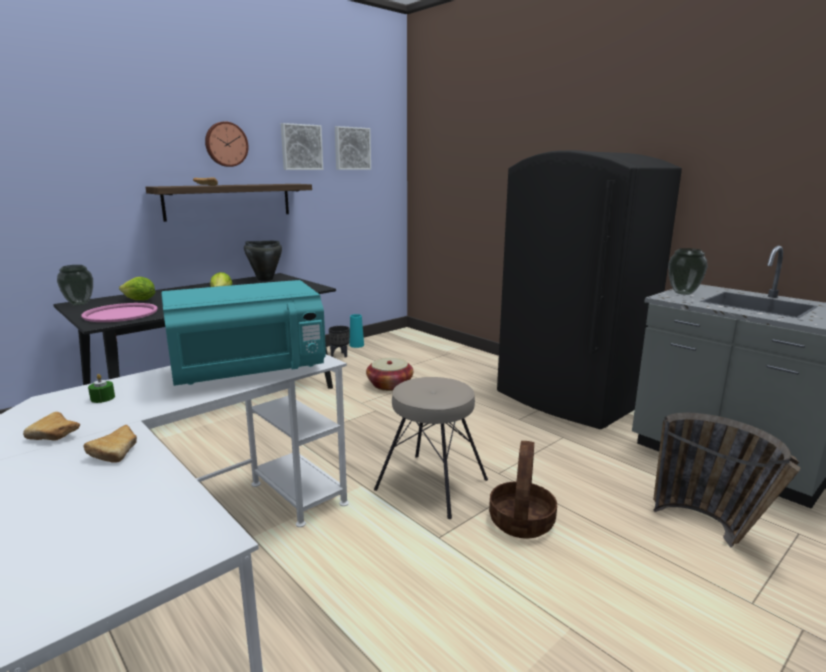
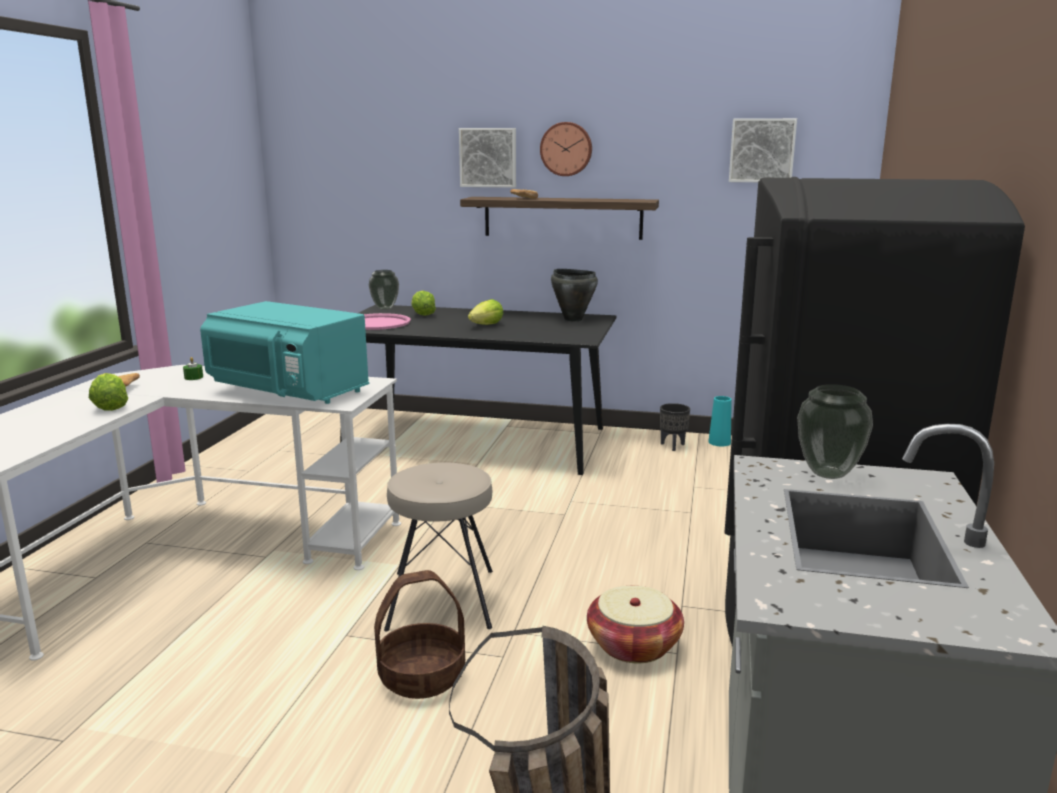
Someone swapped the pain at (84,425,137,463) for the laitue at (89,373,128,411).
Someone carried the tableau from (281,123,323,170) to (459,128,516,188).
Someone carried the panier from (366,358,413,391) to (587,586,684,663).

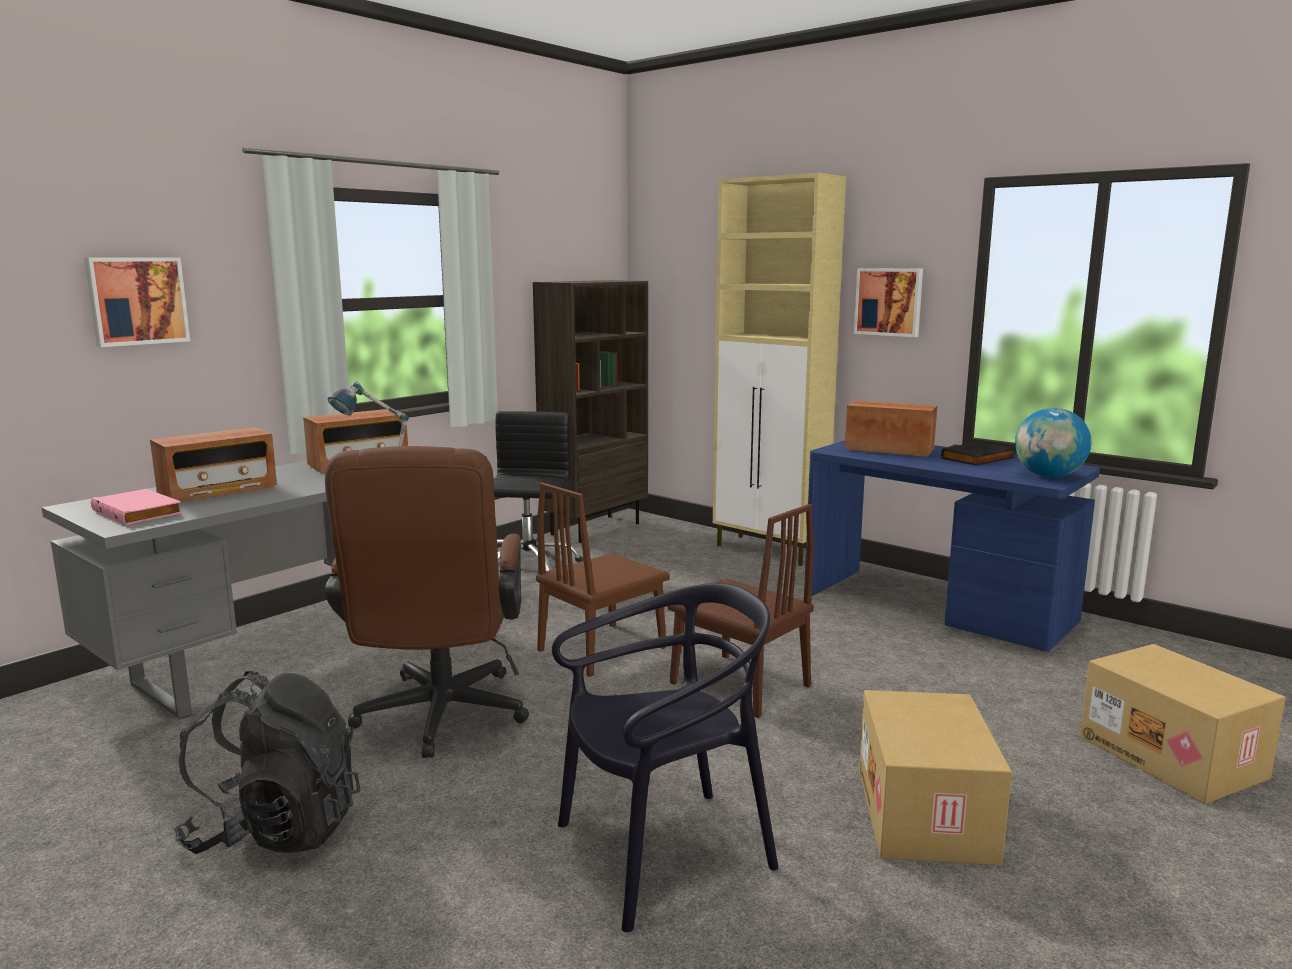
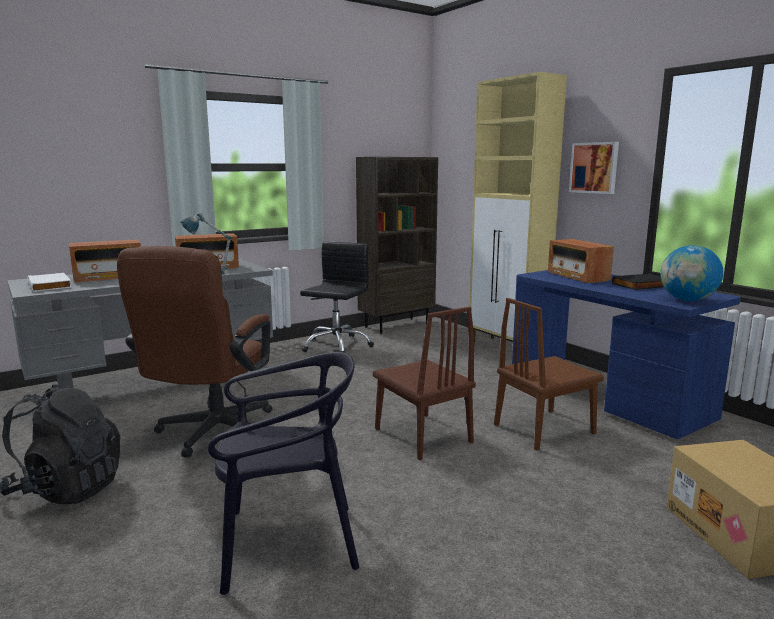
Someone took away the tableau at (84,258,190,347).
Someone repainted the livre/rose at (91,489,182,525), which became the livre/blanc at (27,273,72,292).
Someone carried the chaise/marron from (536,482,670,677) to (494,298,604,451).
Someone rotated the radio at (845,400,937,457) by 150 degrees counterclockwise.
Someone took away the carton at (859,690,1012,865).

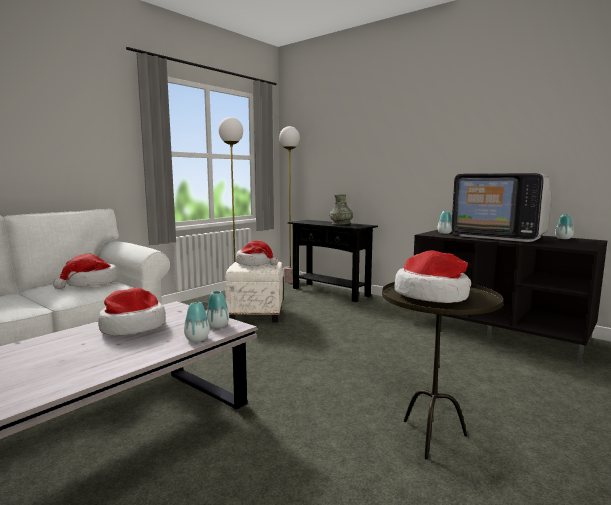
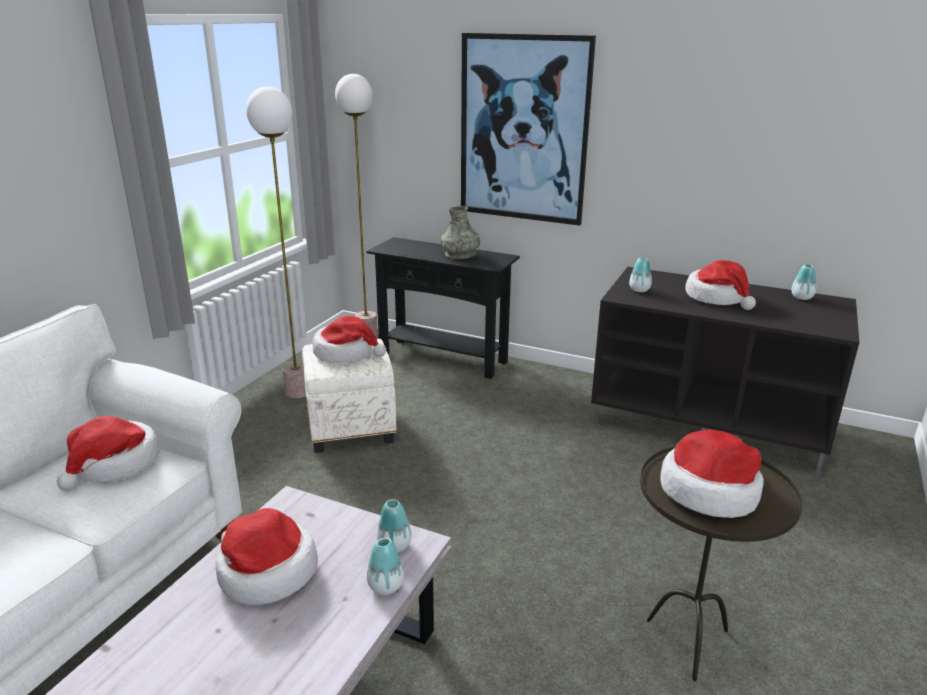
Someone swapped the téléviseur at (451,173,551,242) for the chapeau at (685,260,756,310).
Someone put up the tableau at (461,33,596,226).

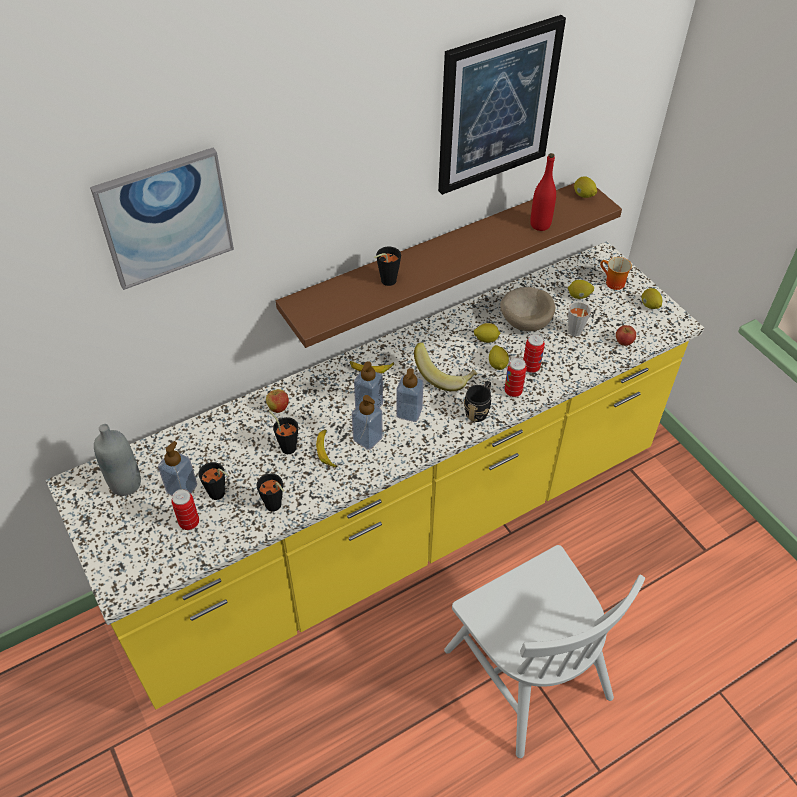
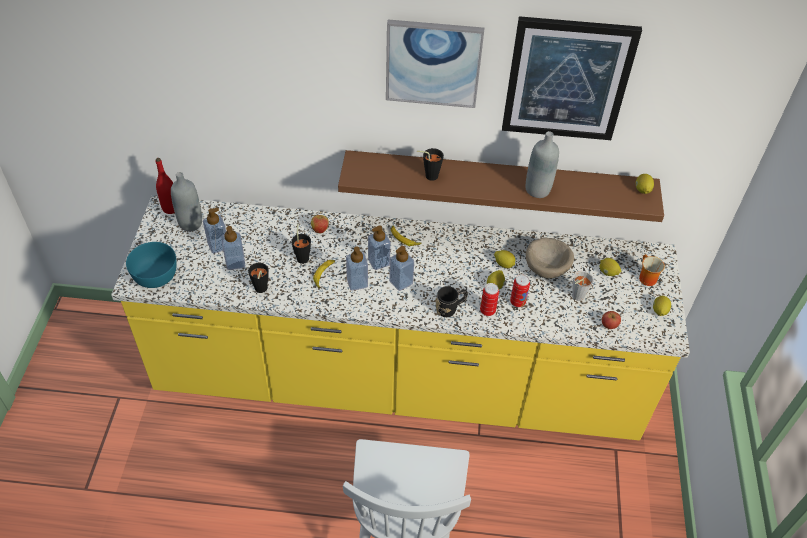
Someone carried the tableau from (90,148,234,290) to (386,19,484,108).
Someone took away the boîte métallique at (171,489,199,530).
Someone swapped the tasse/noir at (198,462,229,500) for the distributeur de savon at (221,226,245,270).
Someone took away the banane at (414,342,477,391).
Someone carried the bouteille/rouge from (530,153,556,231) to (156,158,175,214).
Someone put down the bol/turquoise at (126,242,176,288).
Someone put down the bouteille/gris at (526,131,559,198).

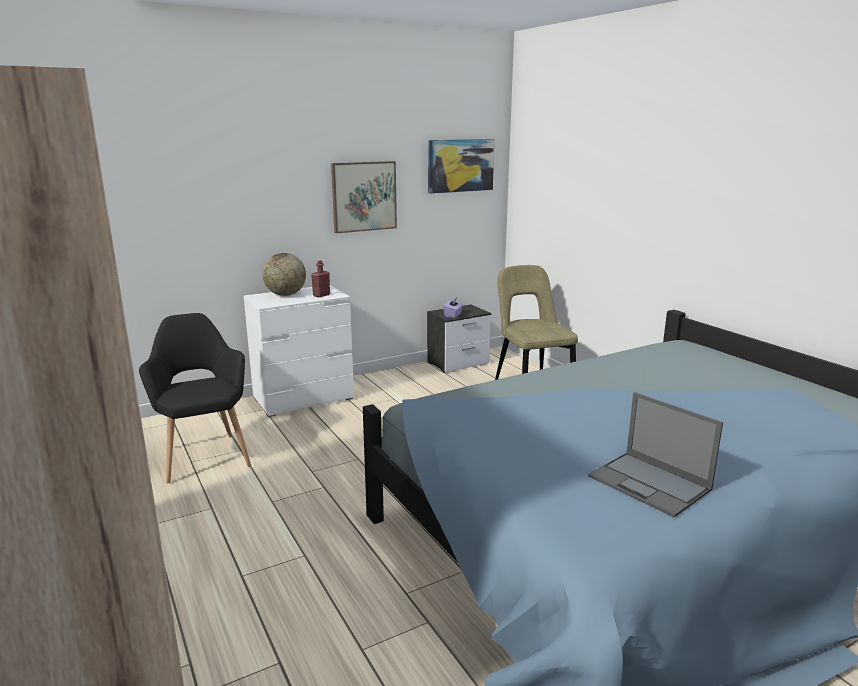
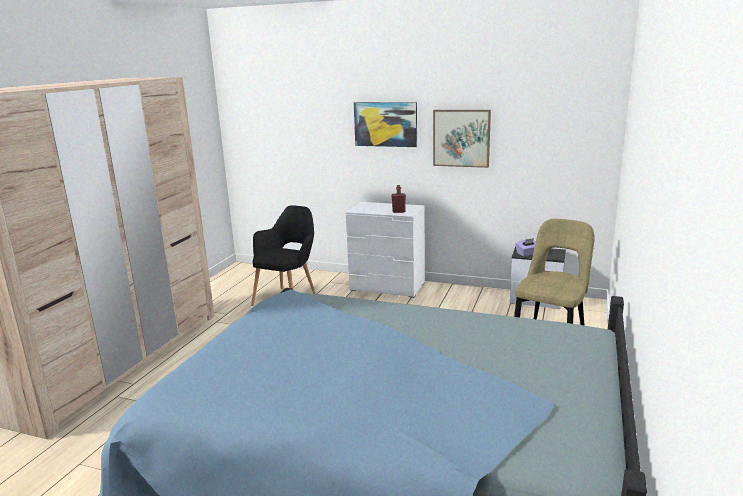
Someone took away the globe at (262,253,306,296).
Someone carried the tableau from (428,139,494,194) to (354,102,417,147).
Someone took away the ordinateur portable at (588,392,723,518).

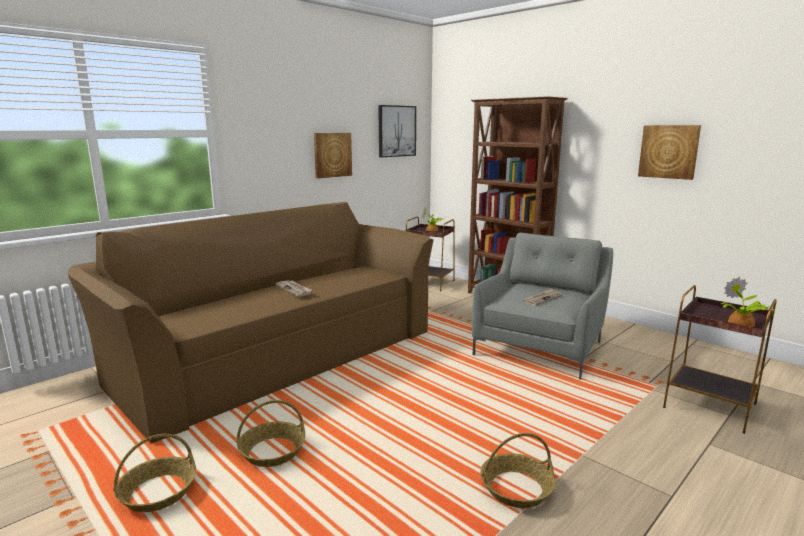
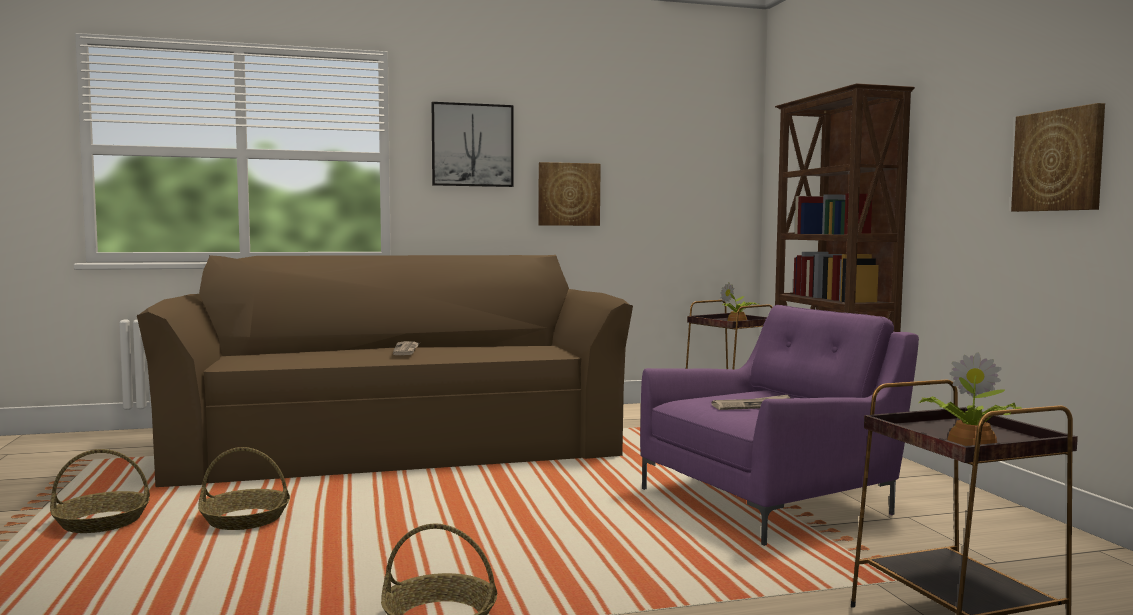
Someone carried the tableau from (378,105,416,157) to (432,102,513,187).
Someone repainted the fauteuil/gris at (472,233,613,380), which became the fauteuil/violet at (640,305,919,546).

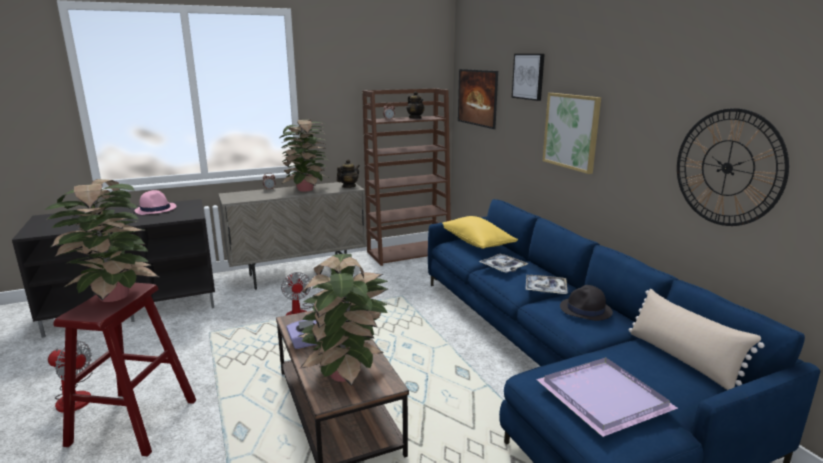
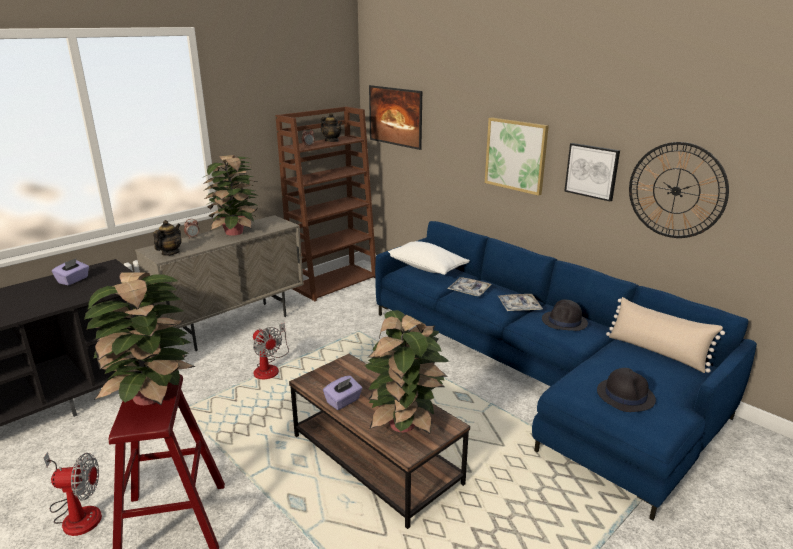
Someone swapped the chapeau/rose at (134,190,176,215) for the boîte à mouchoirs/violet at (52,259,89,285).
Someone carried the théière from (337,159,360,188) to (153,220,182,256).
Someone repainted the coussin/jaune at (443,216,518,249), which became the coussin/blanc at (388,241,470,275).
Someone carried the tableau from (512,54,545,101) to (564,143,620,202).
Someone swapped the plateau/violet at (536,357,678,437) for the chapeau/noir at (597,368,656,412).

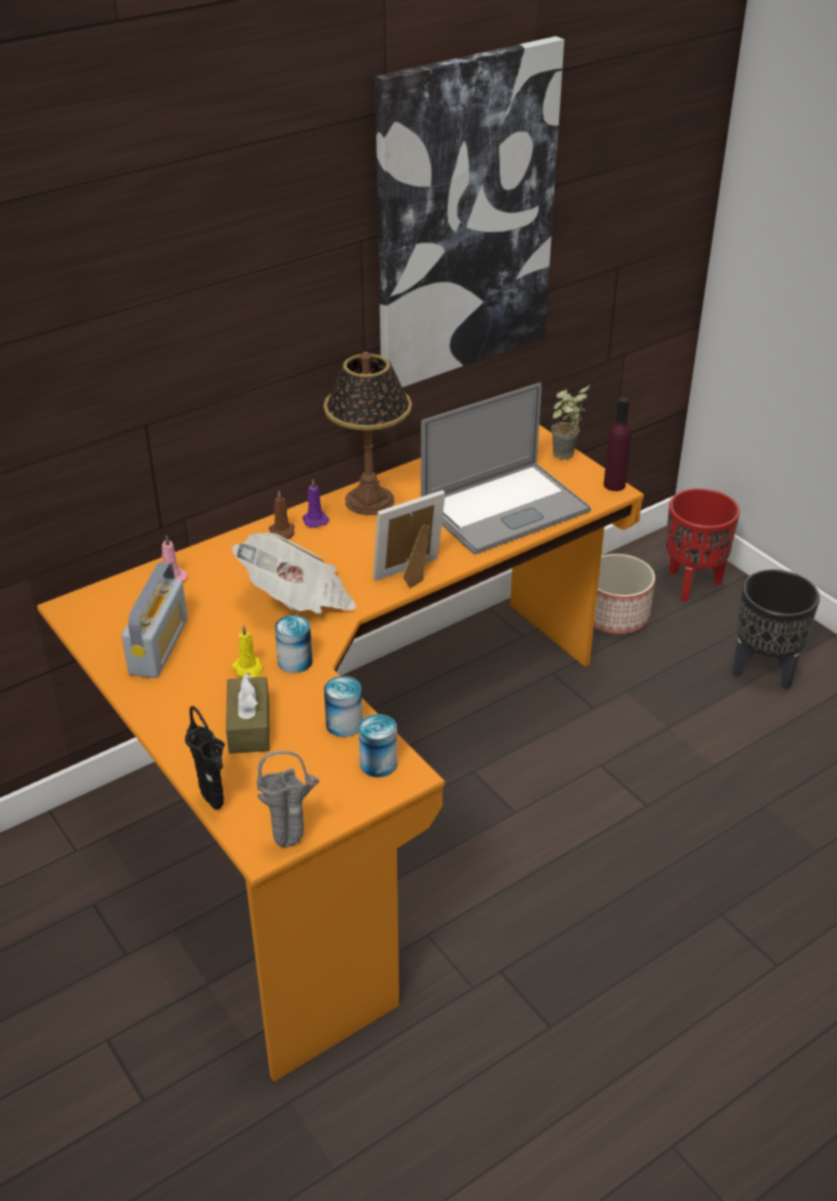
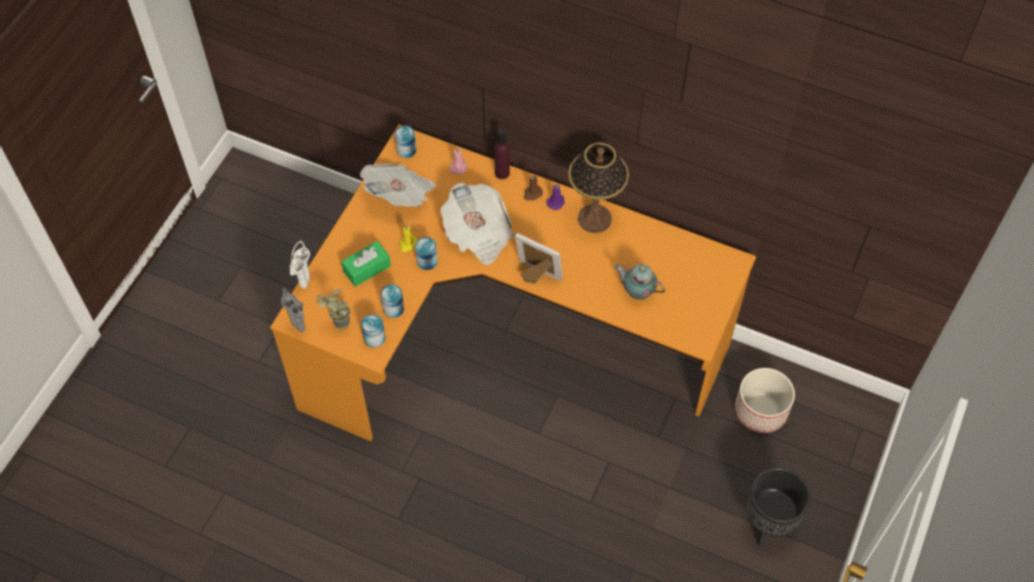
Someone swapped the radio at (122,562,188,678) for the journal at (360,164,436,207).
Someone repainted the vase/noir at (185,706,225,809), which became the vase/blanc at (290,241,310,289).
Someone repainted the boîte à mouchoirs/marron at (226,673,270,754), which became the boîte à mouchoirs/vert at (341,241,391,287).
Someone took away the tableau at (375,36,564,387).
Someone swapped the ordinateur portable at (421,383,591,555) for the théière at (614,264,666,300).
Someone carried the plante en pot from (551,385,590,460) to (315,289,350,329).
Someone carried the bouteille/violet from (604,397,631,491) to (494,129,510,179).
Someone took away the cache-pot/rouge at (666,488,740,602).
Someone put down the boîte métallique at (395,126,416,158).

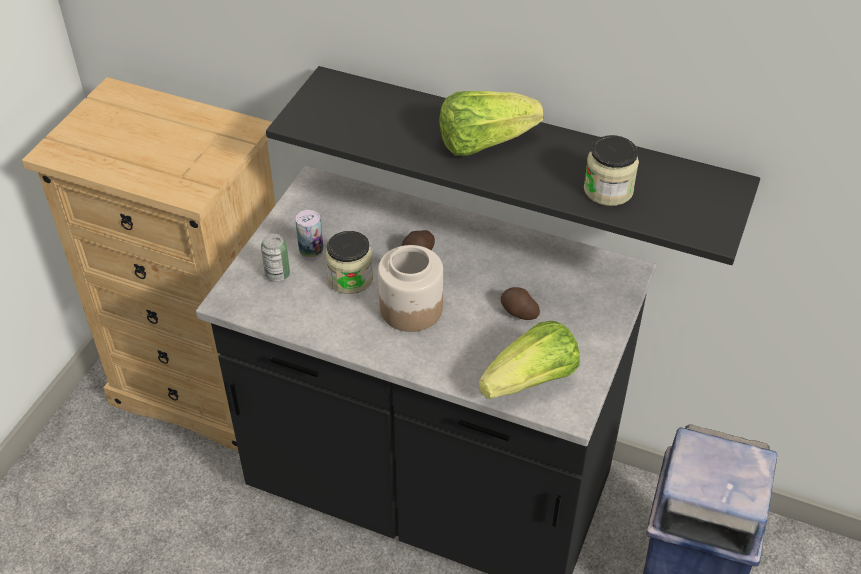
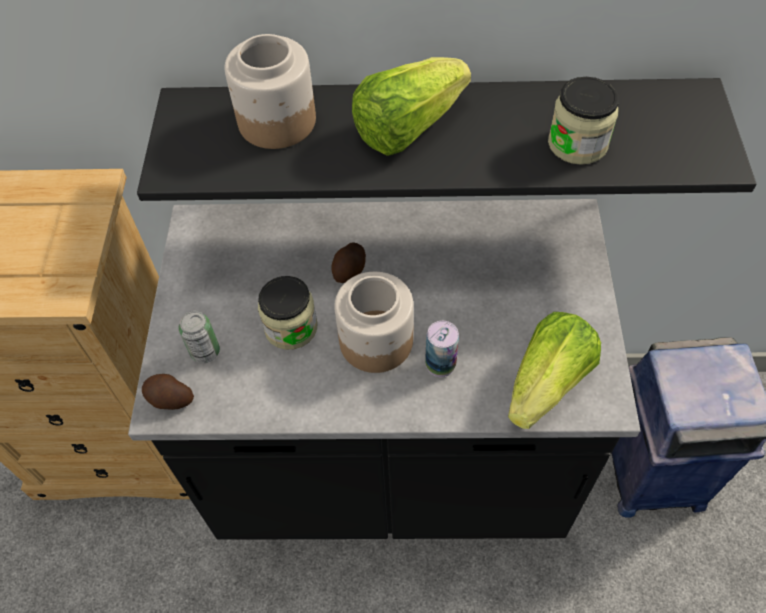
Someone carried the boîte métallique from (296,210,324,261) to (425,321,459,377).
Someone carried the pomme de terre from (501,287,540,320) to (142,374,194,410).
Someone put down the bocal at (224,34,316,149).

